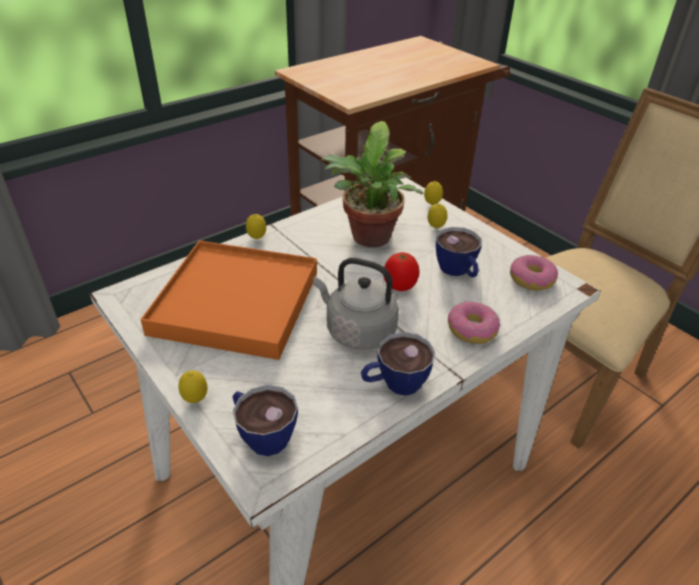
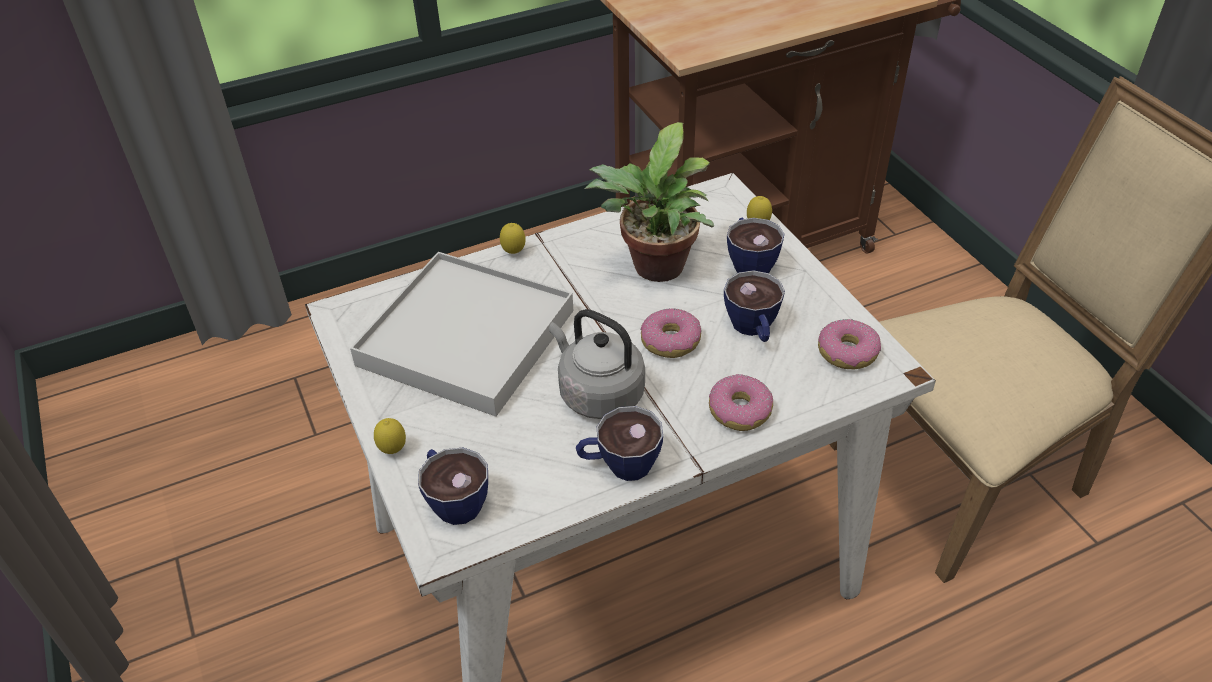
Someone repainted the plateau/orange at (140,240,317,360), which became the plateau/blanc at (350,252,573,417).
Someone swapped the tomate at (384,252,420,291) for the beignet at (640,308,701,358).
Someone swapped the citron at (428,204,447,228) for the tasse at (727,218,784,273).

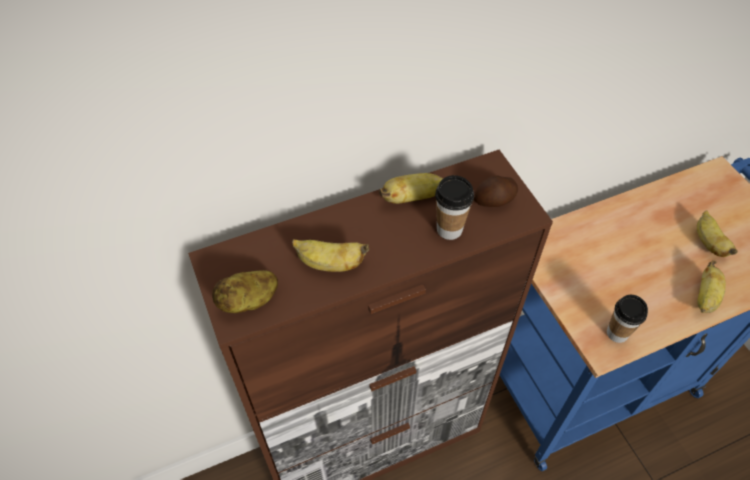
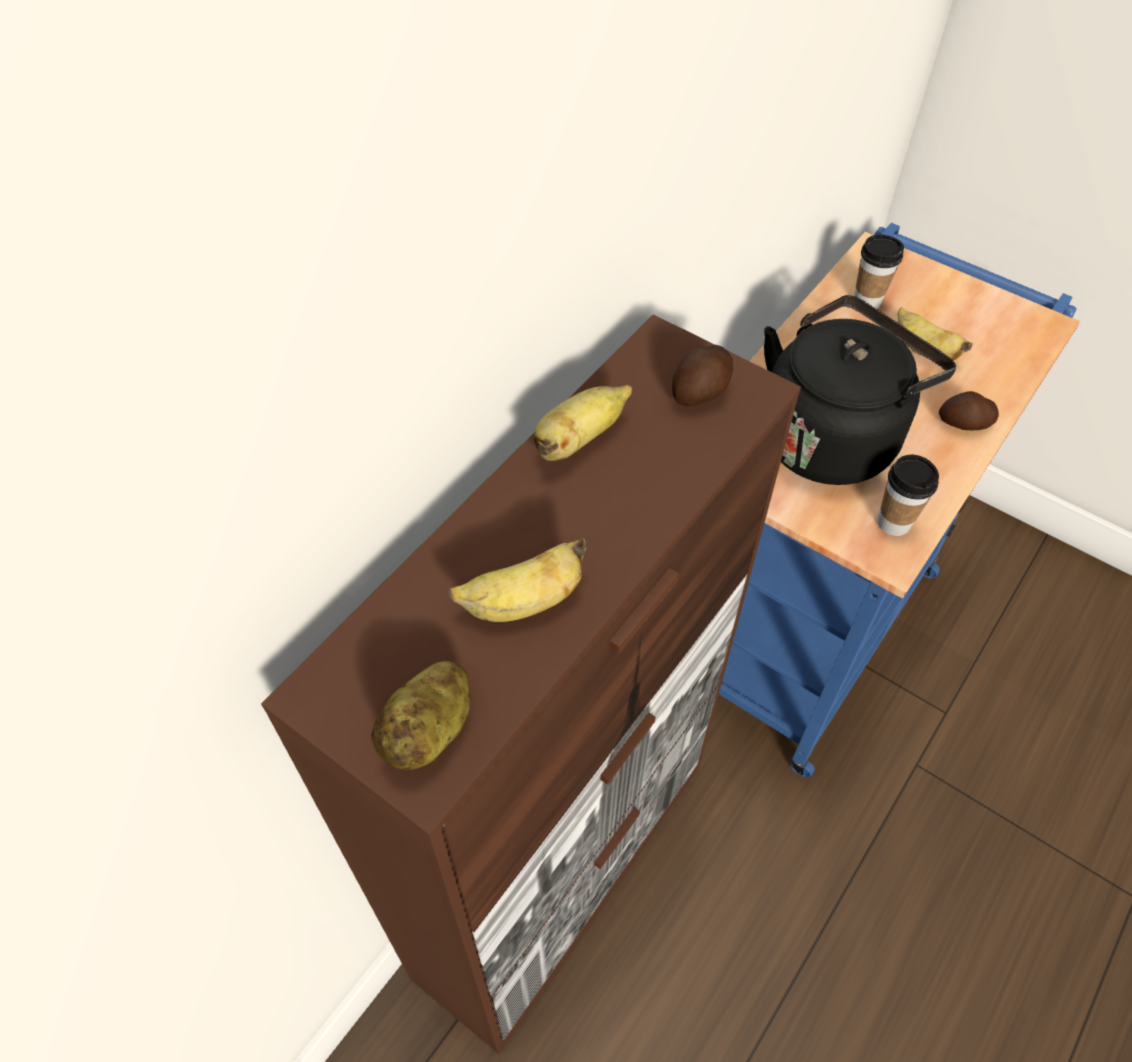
Someone carried the tasse from (435,175,474,240) to (854,234,904,309).
Someone swapped the banane at (697,260,726,313) for the pomme de terre at (939,391,999,430).
Someone put down the bouilloire/noir at (764,295,956,485).

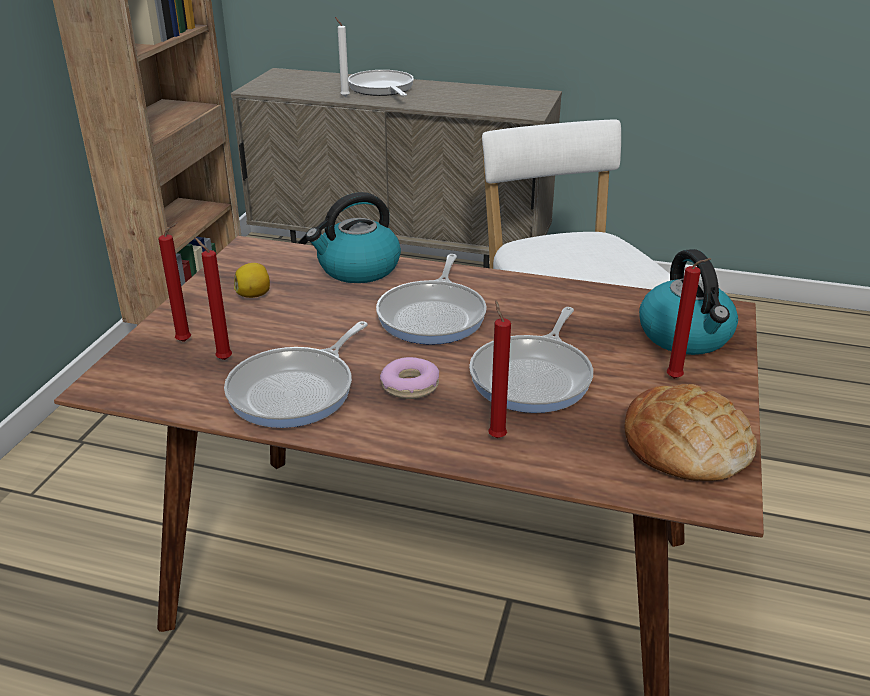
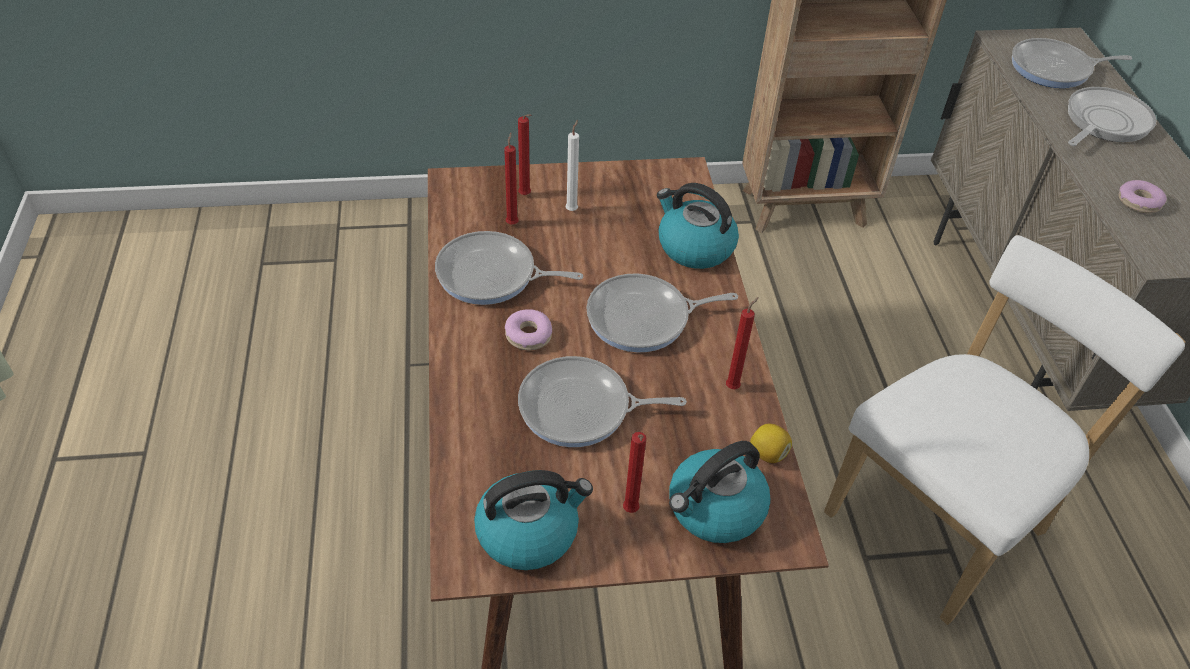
Someone carried the citron from (234,263,270,298) to (750,424,792,463).
Someone carried the bougie/blanc from (335,17,350,97) to (565,120,579,211).
Someone carried the bougie/rouge from (488,300,511,438) to (726,297,759,389).
Someone swapped the pain at (624,384,757,481) for the bouilloire at (474,470,593,570).
Someone put down the poêle at (1012,38,1132,88).
Someone put down the beignet at (1119,180,1167,214).

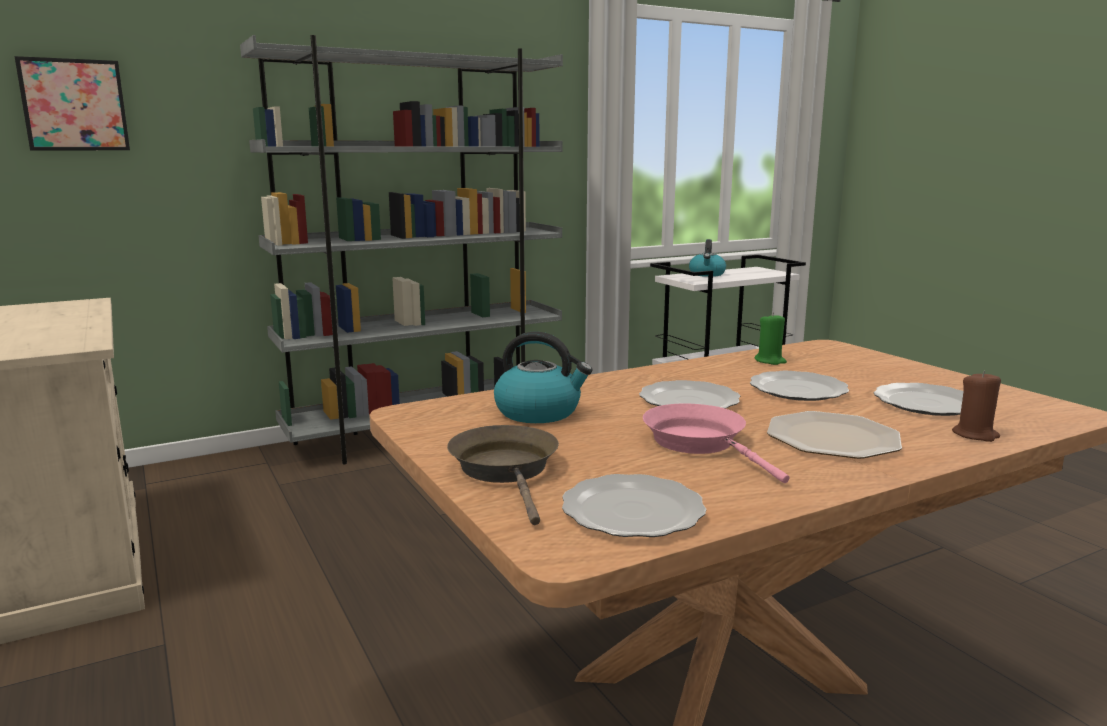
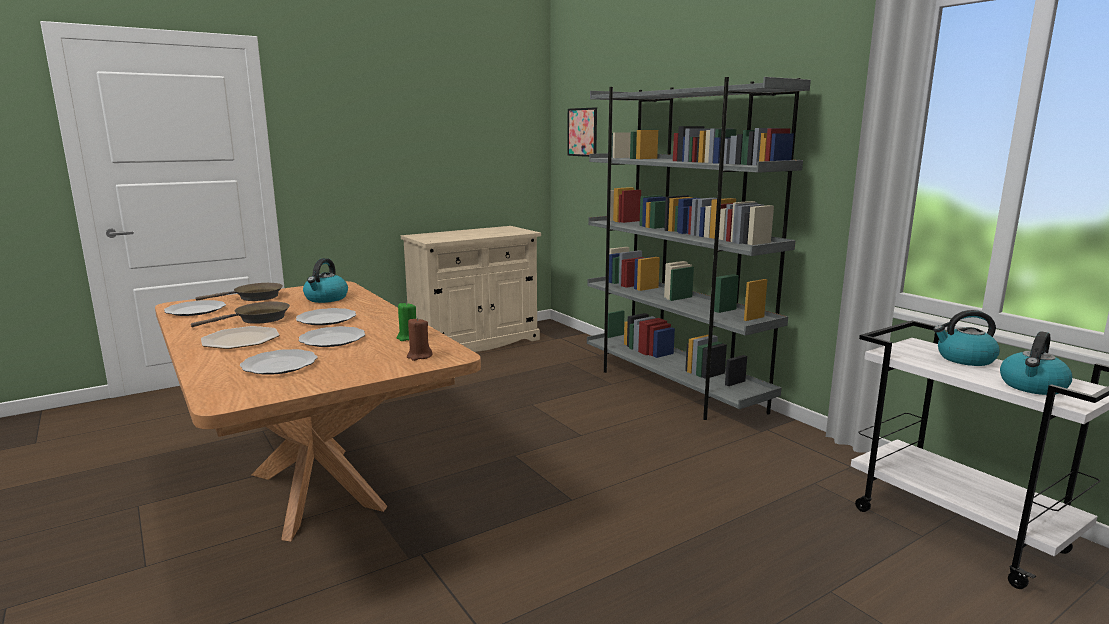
Someone repainted the poêle/rose at (643,404,789,483), which became the poêle/marron at (191,302,290,327).
Someone carried the bougie/marron from (952,371,1001,442) to (407,317,432,361).
Someone put down the bouilloire at (1000,331,1072,395).

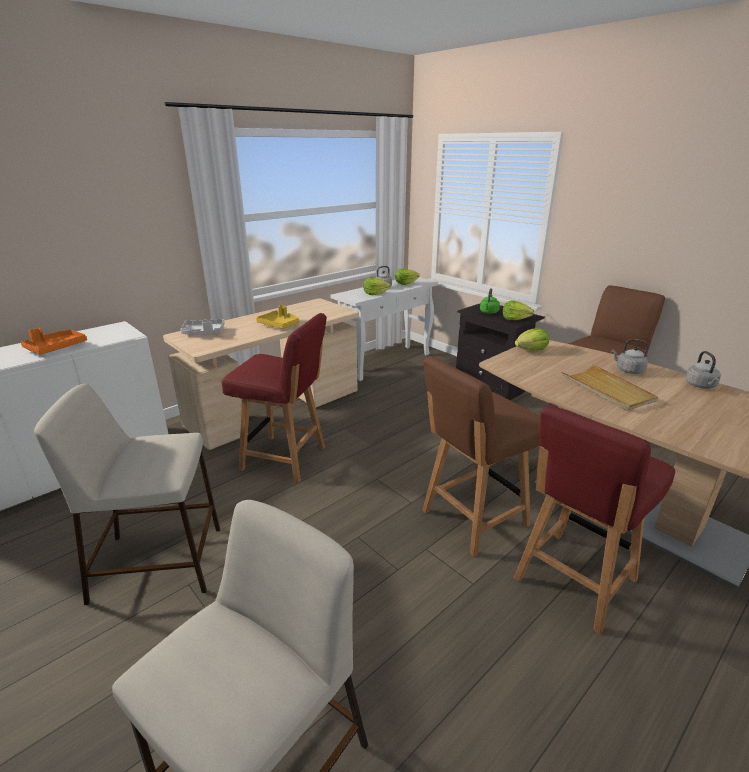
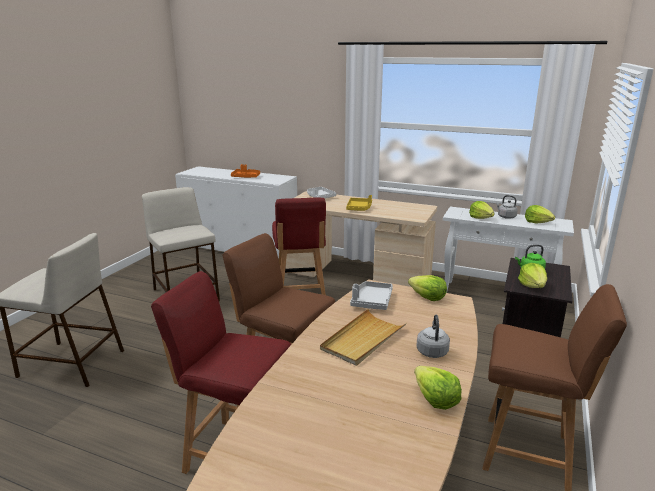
Someone swapped the bouilloire/gris at (685,351,721,389) for the laitue at (414,366,462,410).
Someone put down the plateau/gris at (350,281,393,310).

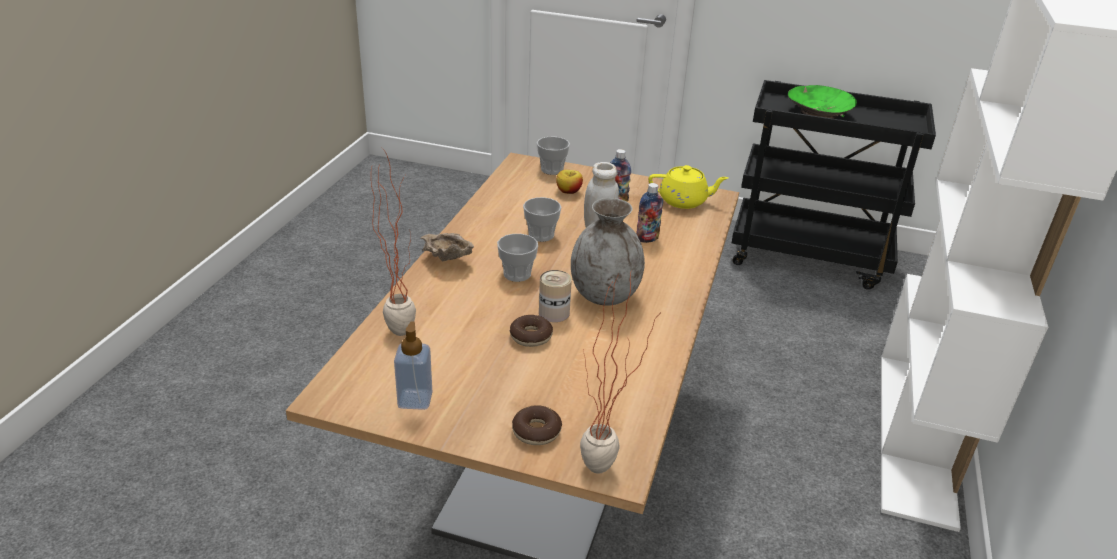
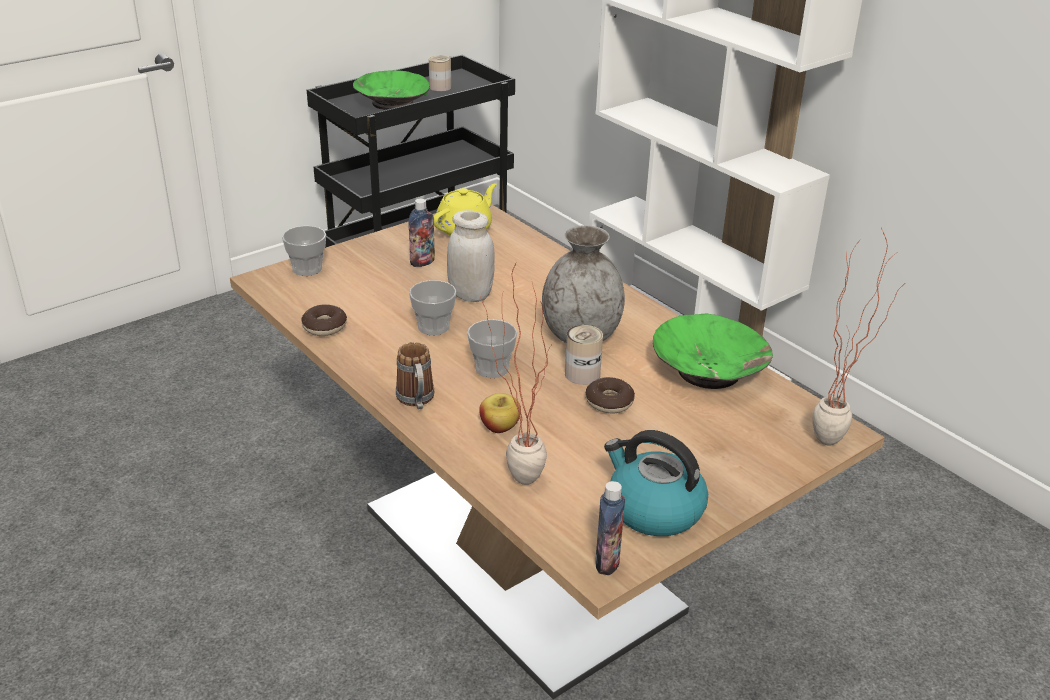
Someone swapped the distributeur de savon at (394,321,432,410) for the bouilloire at (604,430,708,536).
Someone swapped the bol/beige at (420,233,474,261) for the mug at (396,342,435,409).
Someone carried the beignet from (512,405,562,445) to (301,304,347,336).
Someone carried the pomme from (556,170,583,194) to (479,393,521,433).
Someone carried the bouteille from (636,183,663,243) to (595,481,625,575).
Someone put down the boîte métallique at (429,55,451,91).
Someone put down the bol/vert at (653,314,773,389).

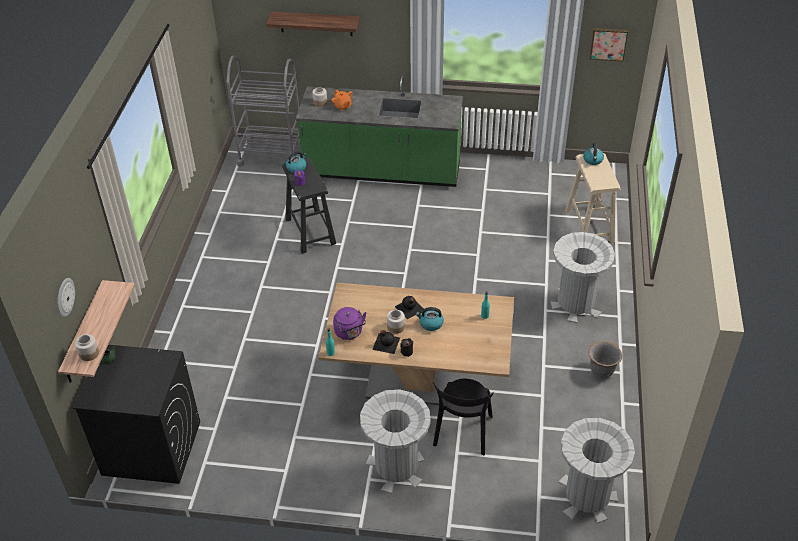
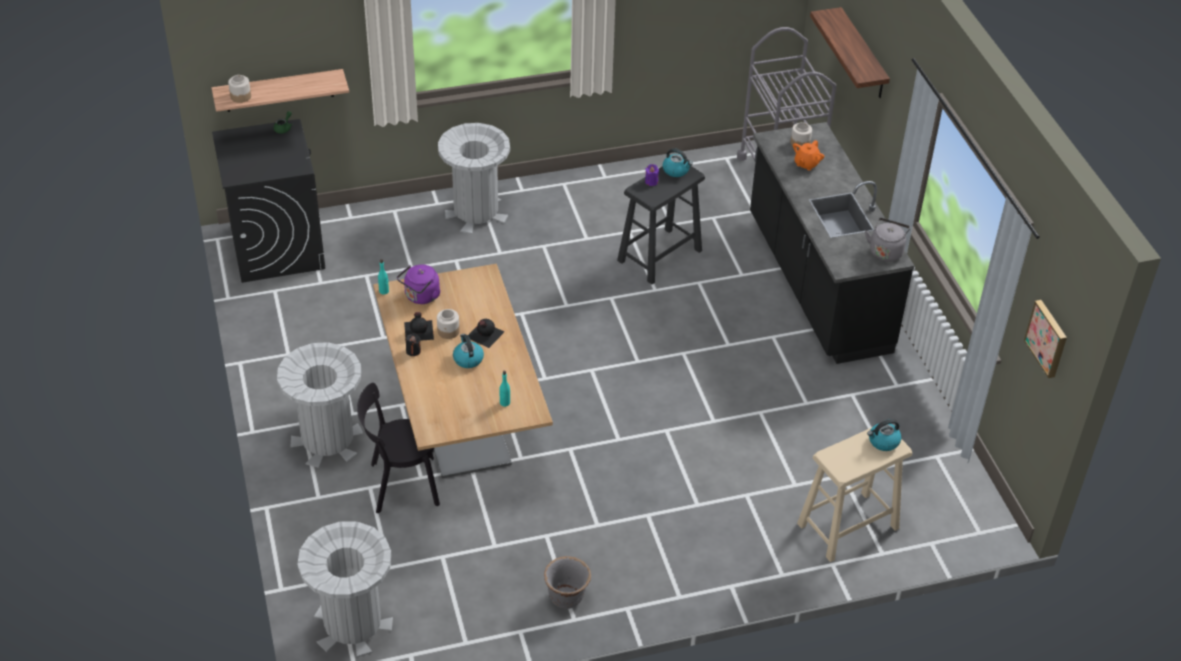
Someone took away the horloge murale at (58,278,75,317).
Someone repainted the comptoir de cuisine/vert at (296,76,463,187), which became the comptoir de cuisine/noir at (750,122,914,364).
Someone carried the poubelle/gris from (550,232,615,323) to (438,123,510,234).
Someone put down the bouilloire/gris at (865,218,910,262).

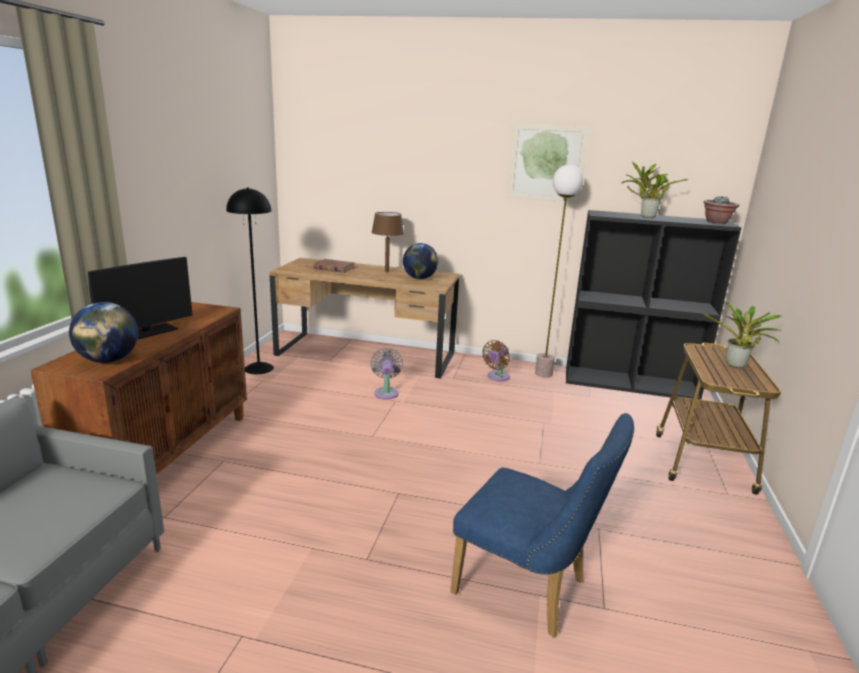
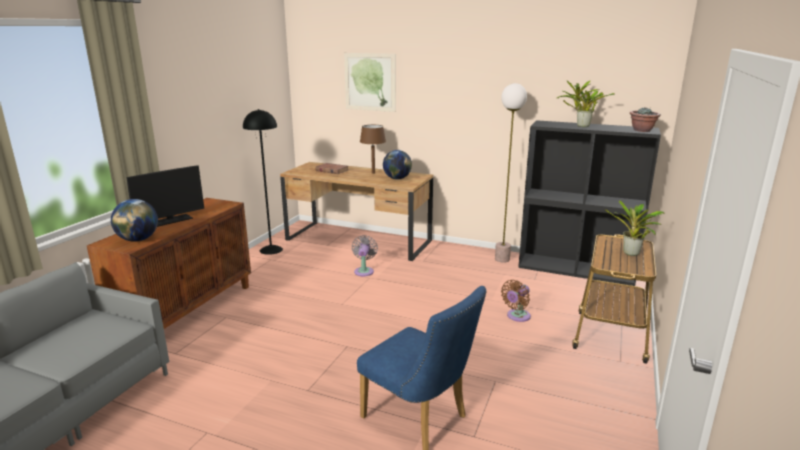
Someone carried the ventilateur/marron from (482,340,510,381) to (501,280,531,322).
Someone carried the tableau from (508,123,589,203) to (344,53,396,112).

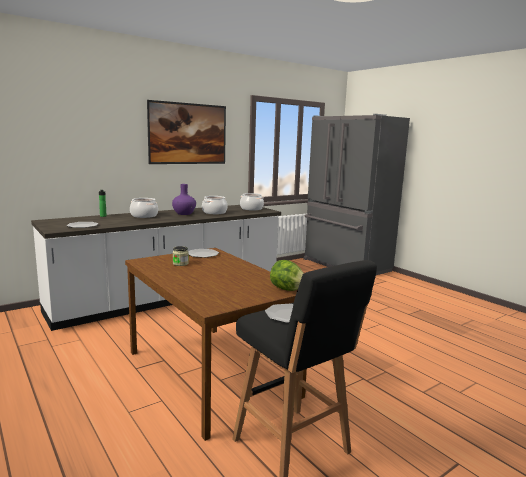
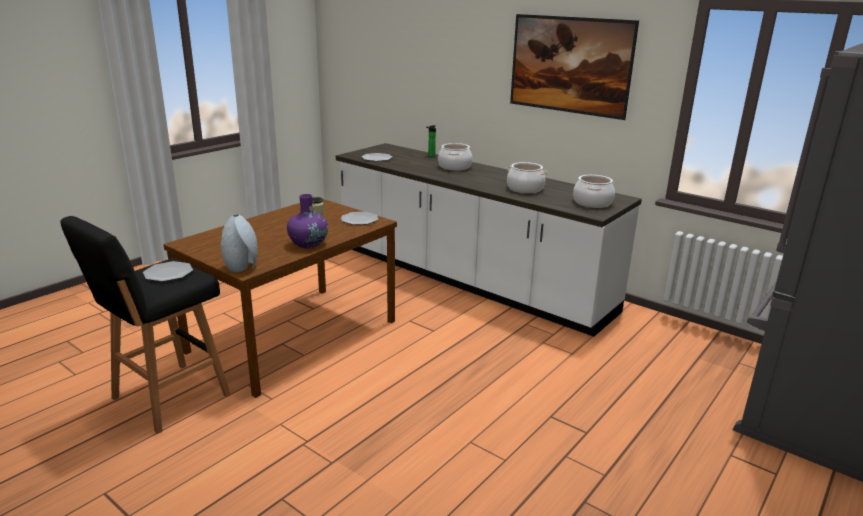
Someone carried the vase/violet from (172,184,196,215) to (287,194,328,248).
Someone swapped the laitue at (270,260,304,291) for the vase/gris at (221,214,258,272).

